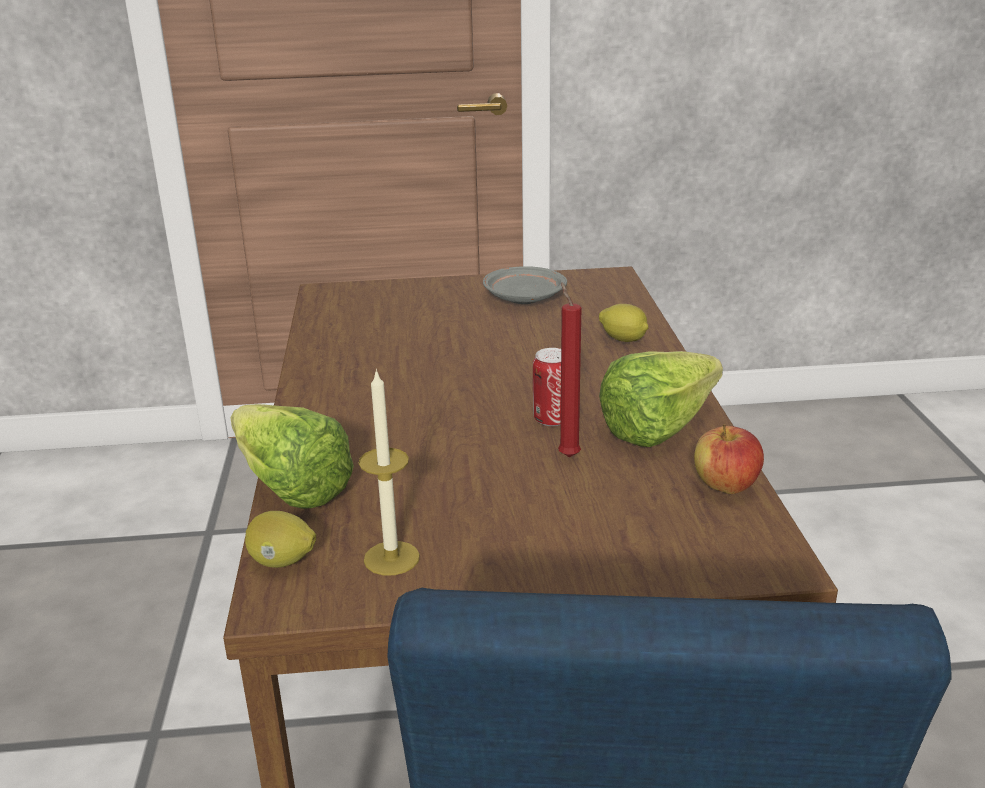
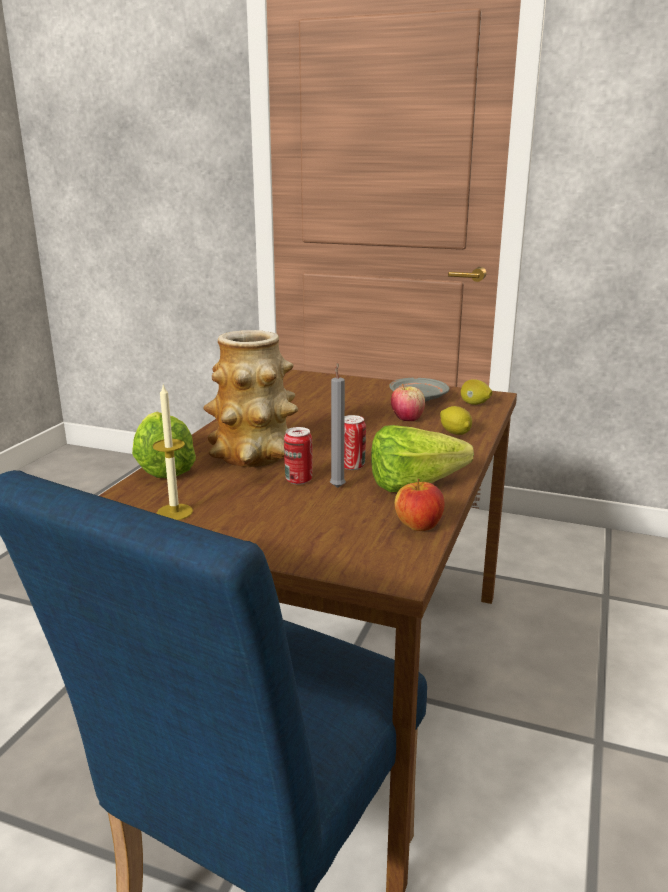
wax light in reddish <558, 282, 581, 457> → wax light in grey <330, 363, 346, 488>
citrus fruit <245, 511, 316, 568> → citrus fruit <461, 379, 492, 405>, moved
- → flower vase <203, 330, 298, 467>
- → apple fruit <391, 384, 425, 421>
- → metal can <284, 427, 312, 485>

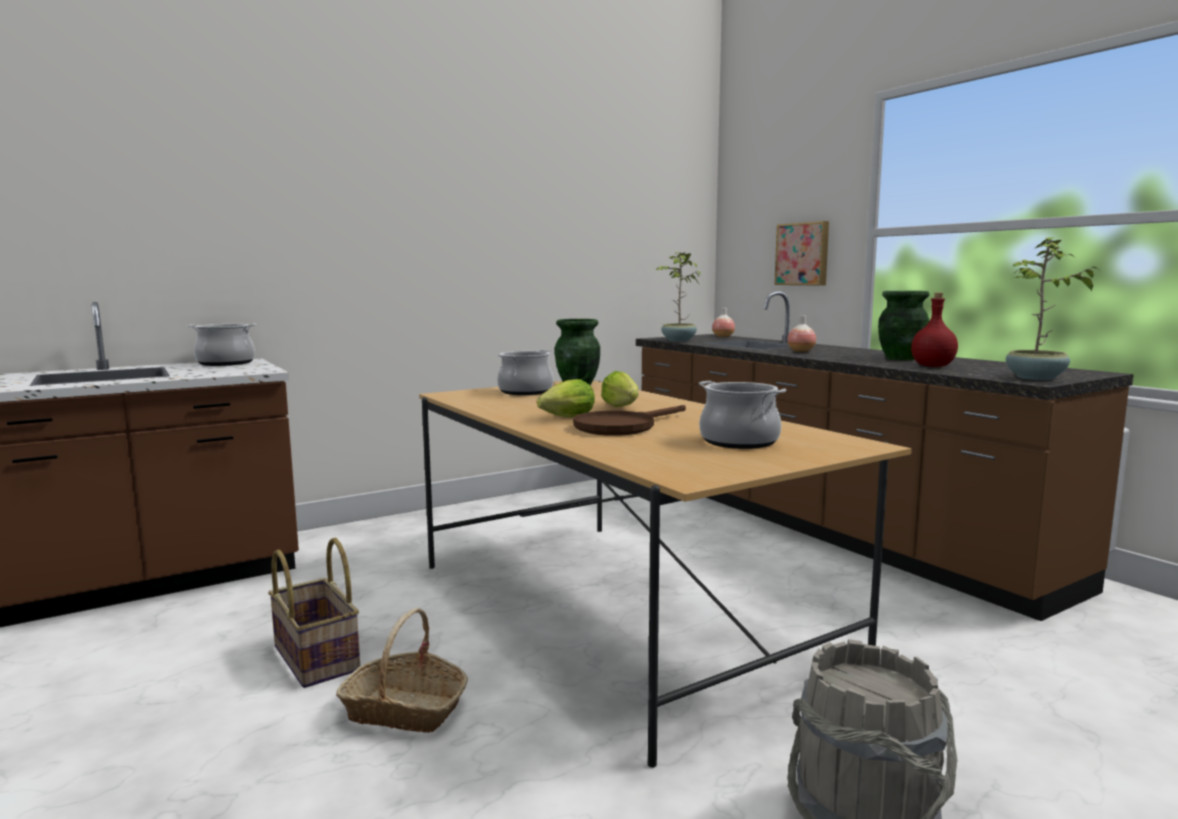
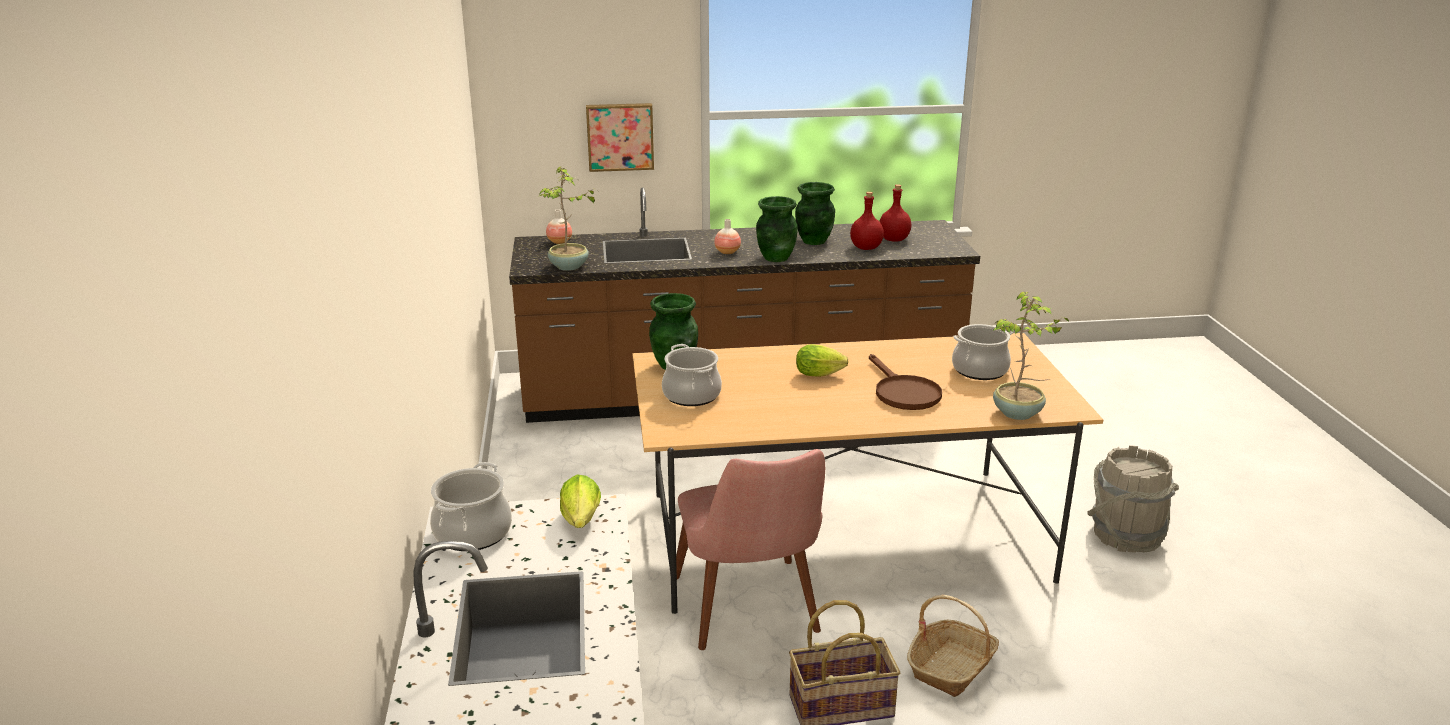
houseplant <1006, 237, 1099, 380> → houseplant <993, 292, 1069, 420>, moved
lettuce <537, 379, 595, 417> → lettuce <560, 474, 601, 528>, moved
- → beverage bottle in reddish <879, 184, 911, 242>
- → flower vase in greenish <756, 196, 798, 262>
- → chair in pink-coloured <676, 449, 825, 650>

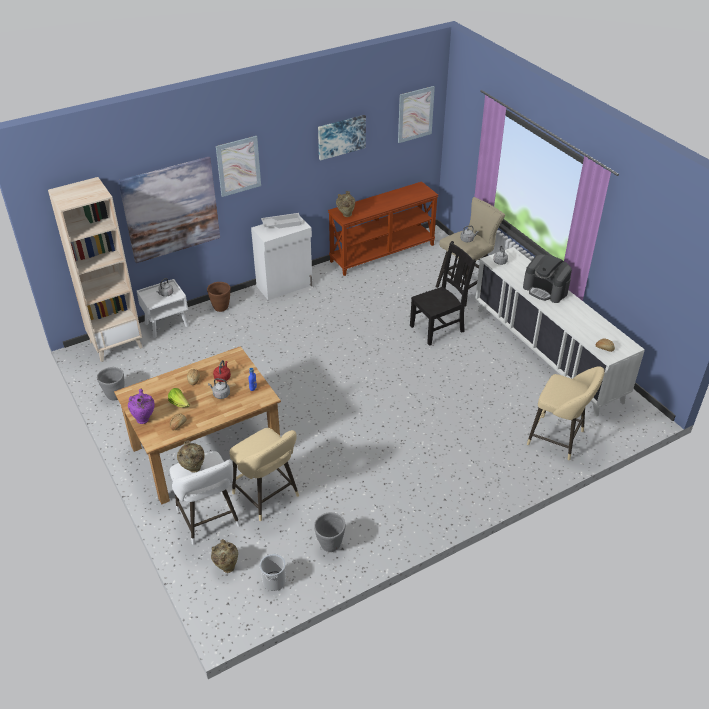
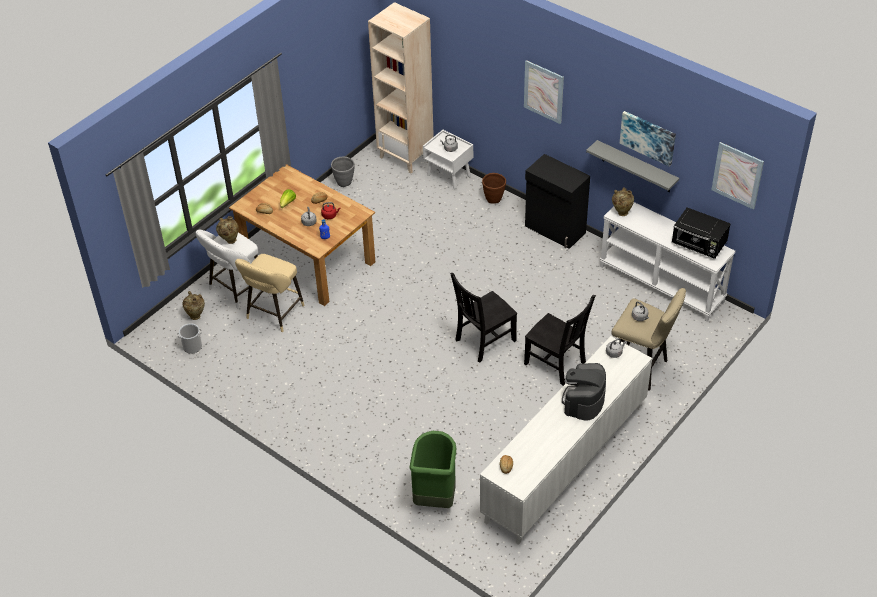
wall art <118, 157, 220, 263> → -
hall table in brown-coloured <328, 182, 438, 276> → hall table in whitish <600, 202, 735, 321>
tray in whitish <261, 213, 302, 228> → -
cupboard in whitish <251, 218, 313, 300> → cupboard in blackish <525, 154, 590, 249>
sitting stool in beige-coloured <527, 366, 605, 460> → rubbish bin in greenish <409, 431, 456, 508>
flower vase in purplish <128, 389, 155, 424> → -
planter in grey <314, 512, 345, 552> → -
- → shelf in grey <586, 140, 679, 192>
- → microwave in blackish <672, 207, 731, 259>
- → chair in blackish <450, 273, 517, 363>

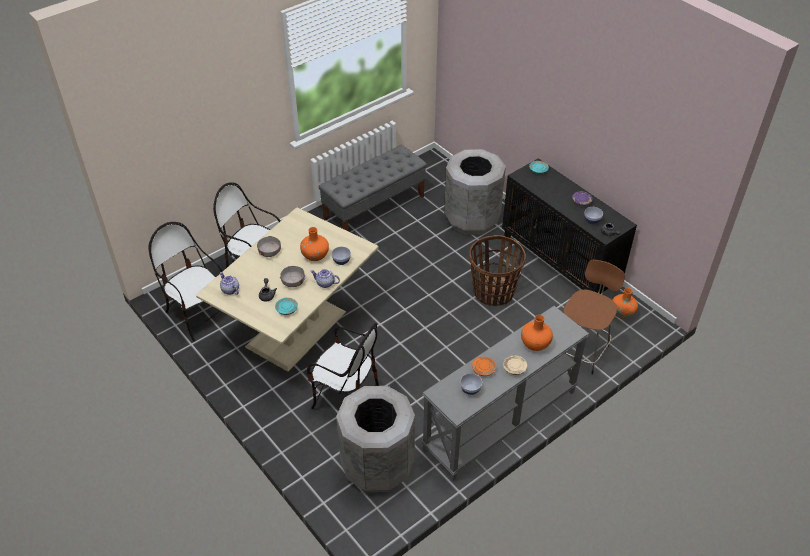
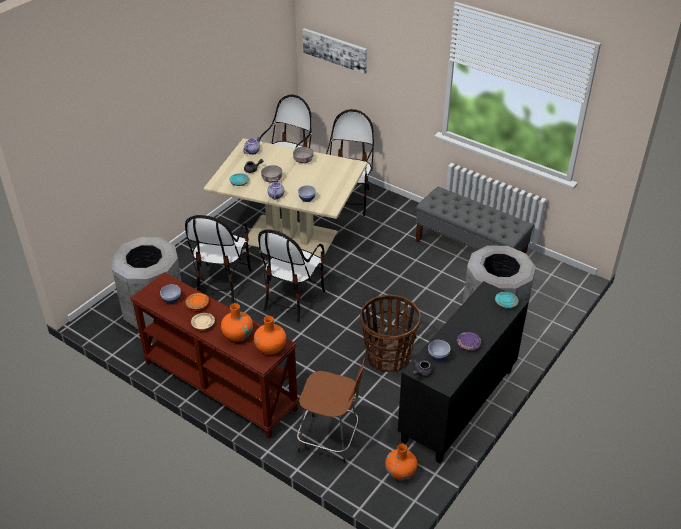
flower vase in orange-coloured <300, 227, 329, 261> → flower vase in orange-coloured <254, 316, 286, 355>, moved
hall table in grey <422, 306, 589, 481> → hall table in brown-coloured <130, 272, 299, 439>
- → wall art <303, 28, 367, 74>
- → chair <258, 230, 325, 322>

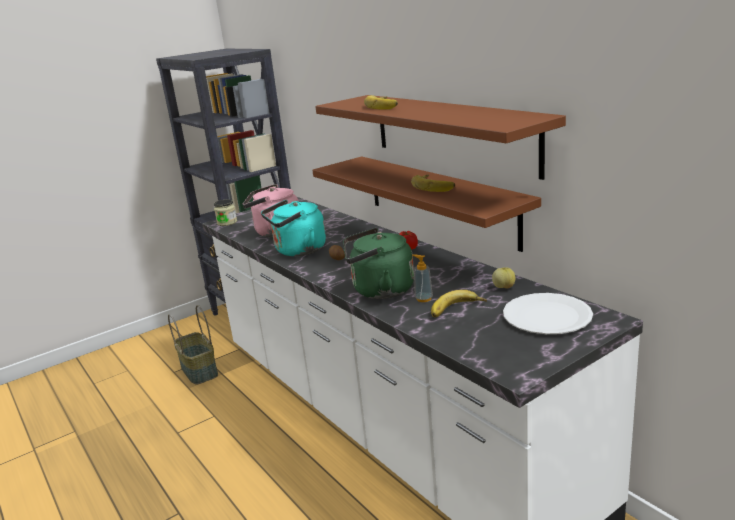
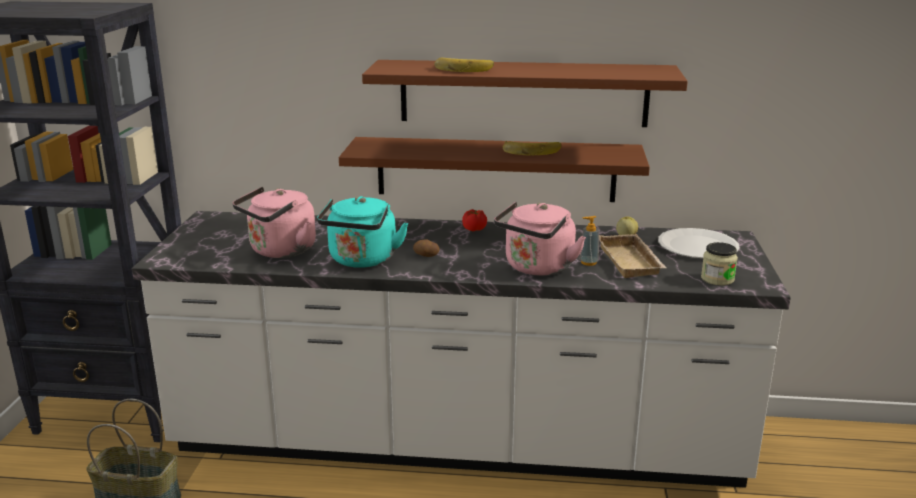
storage jar <214, 199, 237, 226> → storage jar <701, 242, 738, 286>, moved
tea kettle in greenish <343, 228, 414, 299> → tea kettle in pink-coloured <494, 201, 586, 276>
whole banana <431, 290, 487, 317> → tray in beige-coloured <599, 234, 667, 278>

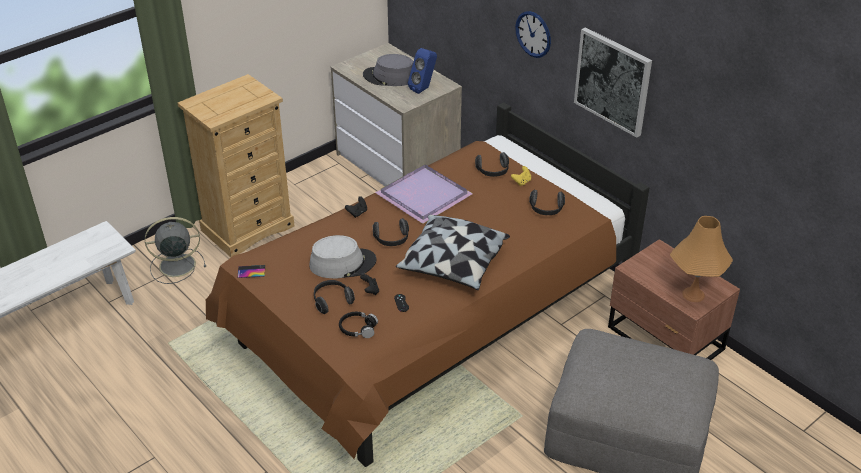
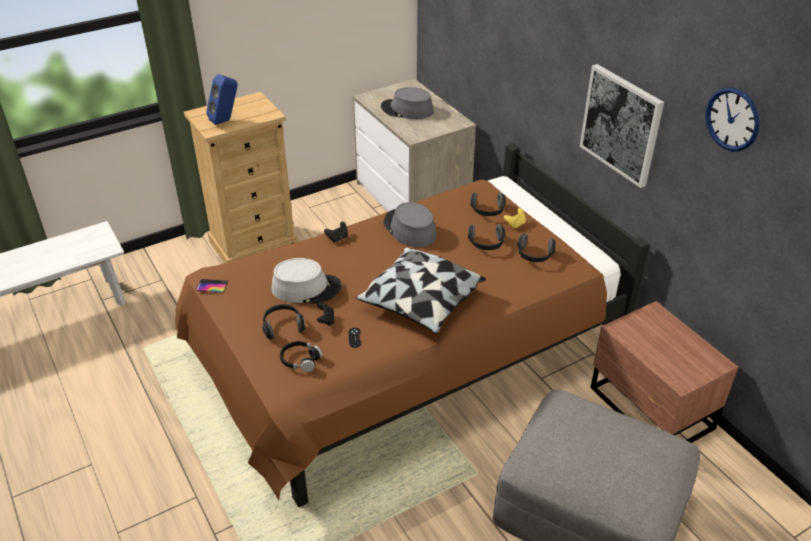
clock on the wall <515, 11, 551, 58> → clock on the wall <705, 88, 760, 151>, moved
speaker in bluish <408, 48, 437, 94> → speaker in bluish <206, 74, 238, 125>, moved
tray in purplish <375, 164, 473, 224> → wearable hat in grey <384, 202, 437, 247>
table lamp in orange-coloured <670, 216, 733, 302> → -
electric fan in grey <145, 217, 206, 284> → -
headset <373, 218, 409, 246> → headset <468, 224, 505, 250>, moved

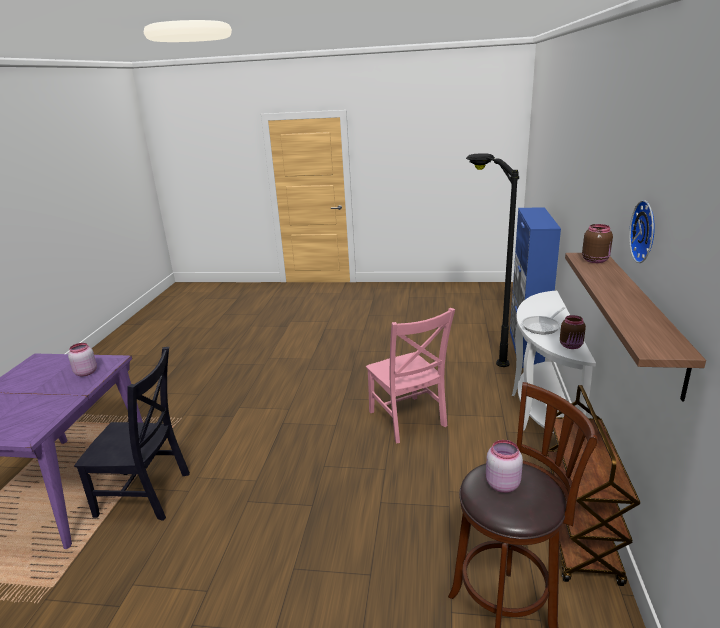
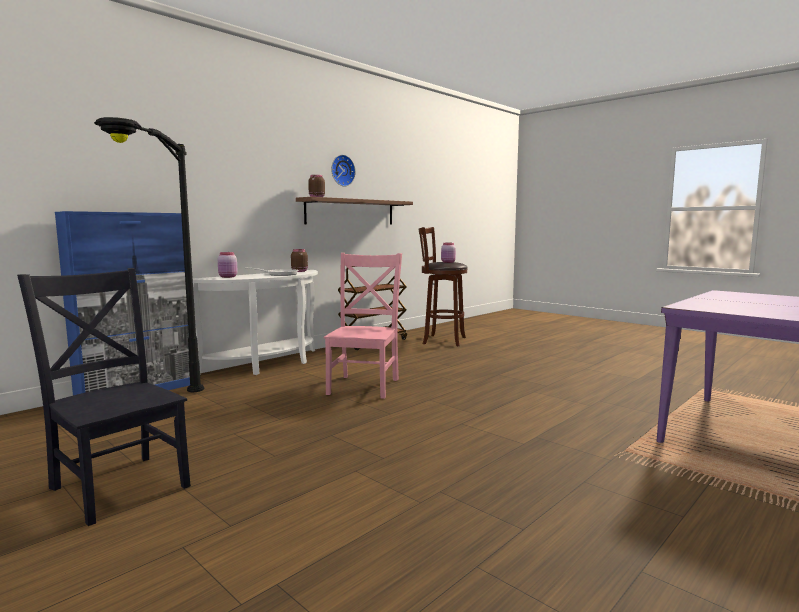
storage jar in pink-coloured <68, 343, 97, 376> → storage jar in pink-coloured <218, 252, 238, 278>, moved
chair in blackish <74, 347, 190, 521> → chair in blackish <17, 268, 191, 526>, moved

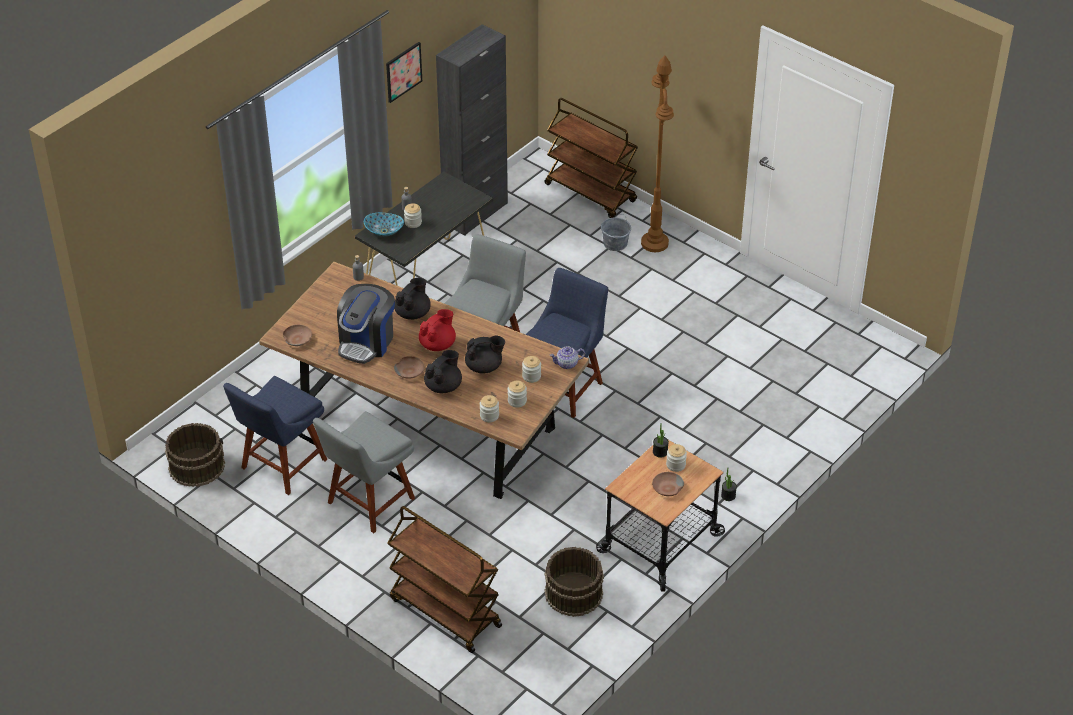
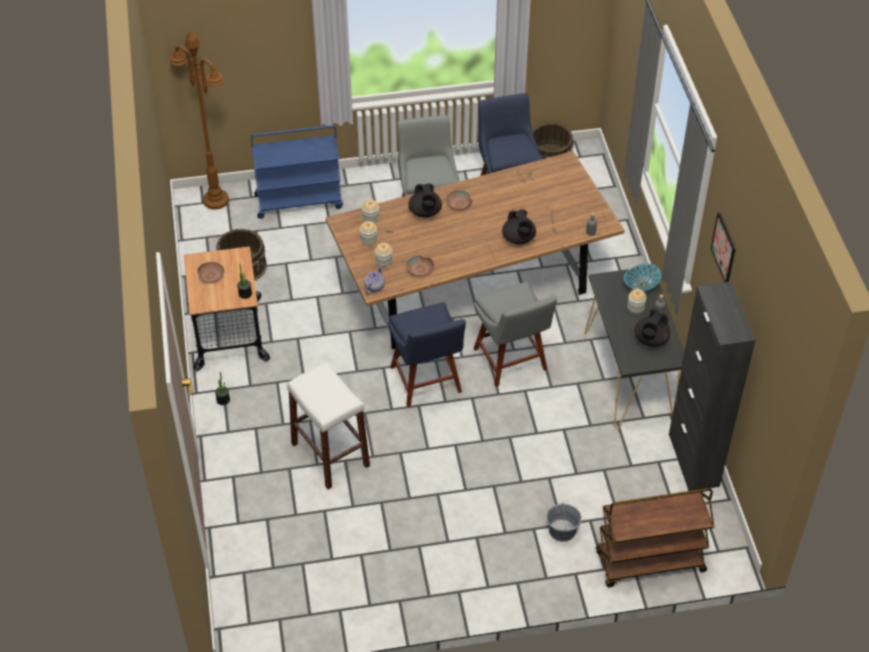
floor lamp in brown-coloured <641, 55, 674, 252> → floor lamp in brown-coloured <170, 30, 229, 210>, moved
coffee machine <337, 284, 395, 364> → -
tea pot in reddish <419, 309, 456, 351> → -
serving bowl in brown-coloured <283, 325, 312, 346> → serving bowl in brown-coloured <406, 255, 434, 276>, moved
tea pot in blackish <465, 335, 505, 374> → tea pot in blackish <634, 309, 670, 346>, moved
storage jar <666, 444, 687, 472> → -
cart in brown-coloured <388, 506, 502, 653> → cart in bluish <251, 125, 343, 219>
- → sitting stool in whitish <287, 362, 370, 489>

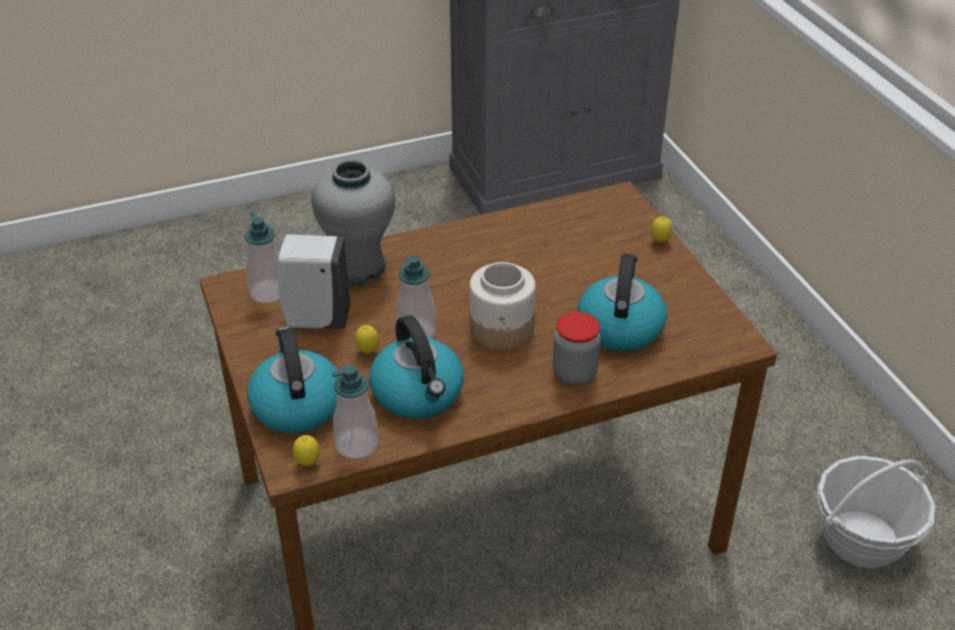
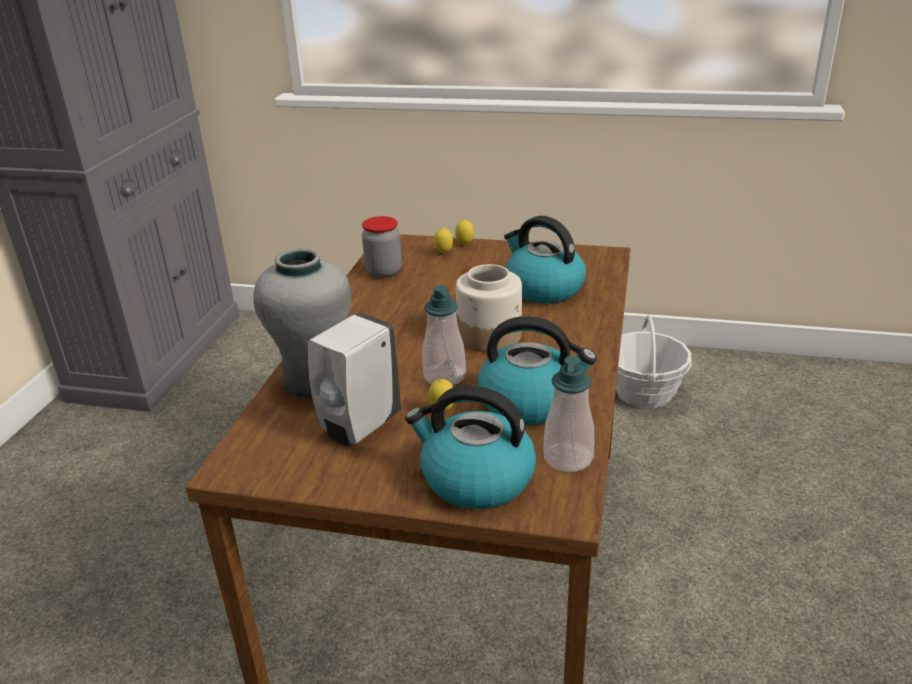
soap dispenser <245, 212, 280, 303> → -
storage jar <553, 312, 601, 385> → storage jar <362, 216, 402, 278>, moved
citrus fruit <293, 435, 320, 466> → citrus fruit <434, 228, 453, 254>, moved

